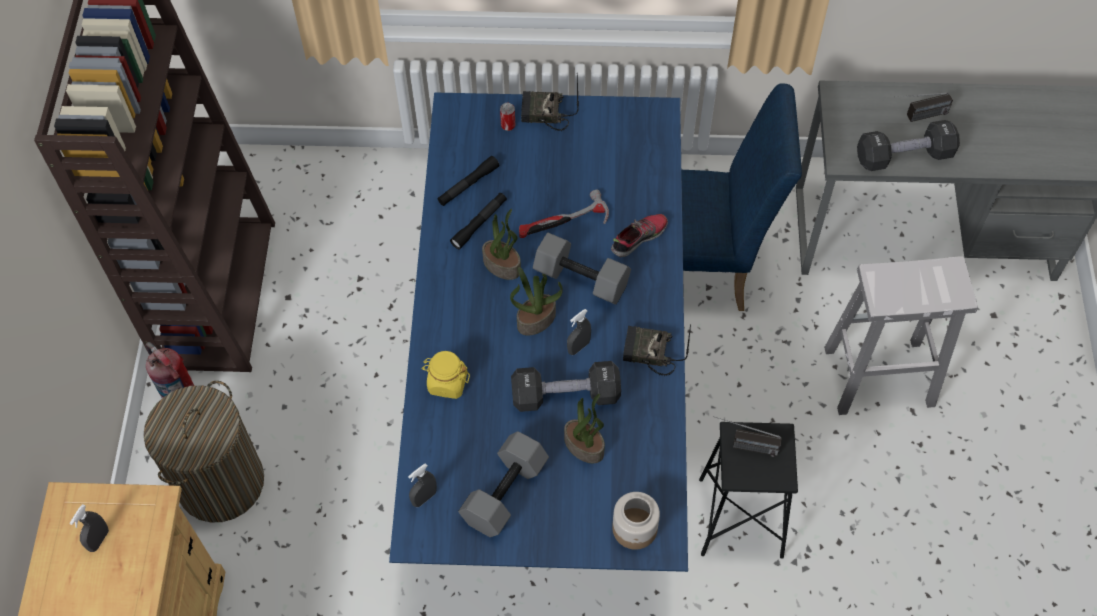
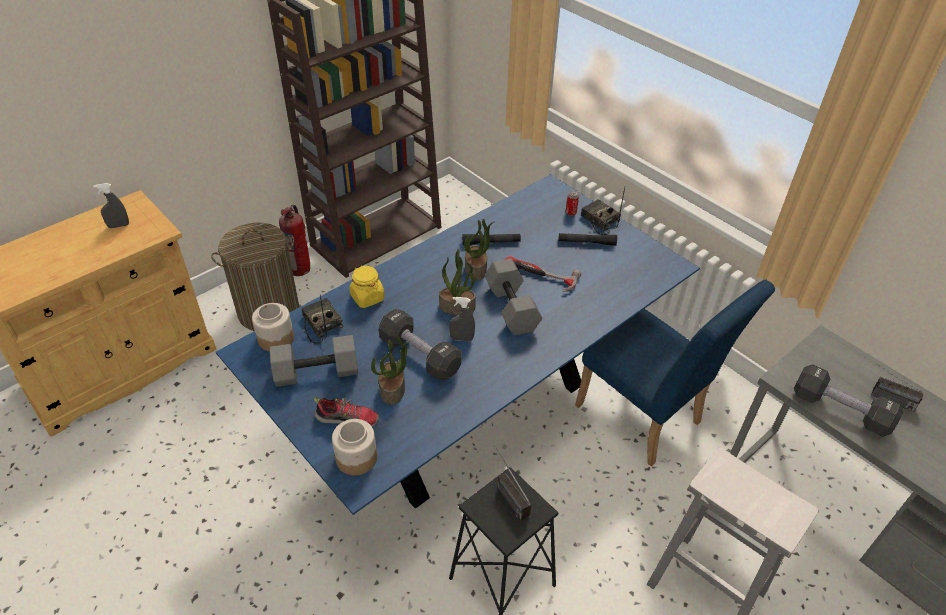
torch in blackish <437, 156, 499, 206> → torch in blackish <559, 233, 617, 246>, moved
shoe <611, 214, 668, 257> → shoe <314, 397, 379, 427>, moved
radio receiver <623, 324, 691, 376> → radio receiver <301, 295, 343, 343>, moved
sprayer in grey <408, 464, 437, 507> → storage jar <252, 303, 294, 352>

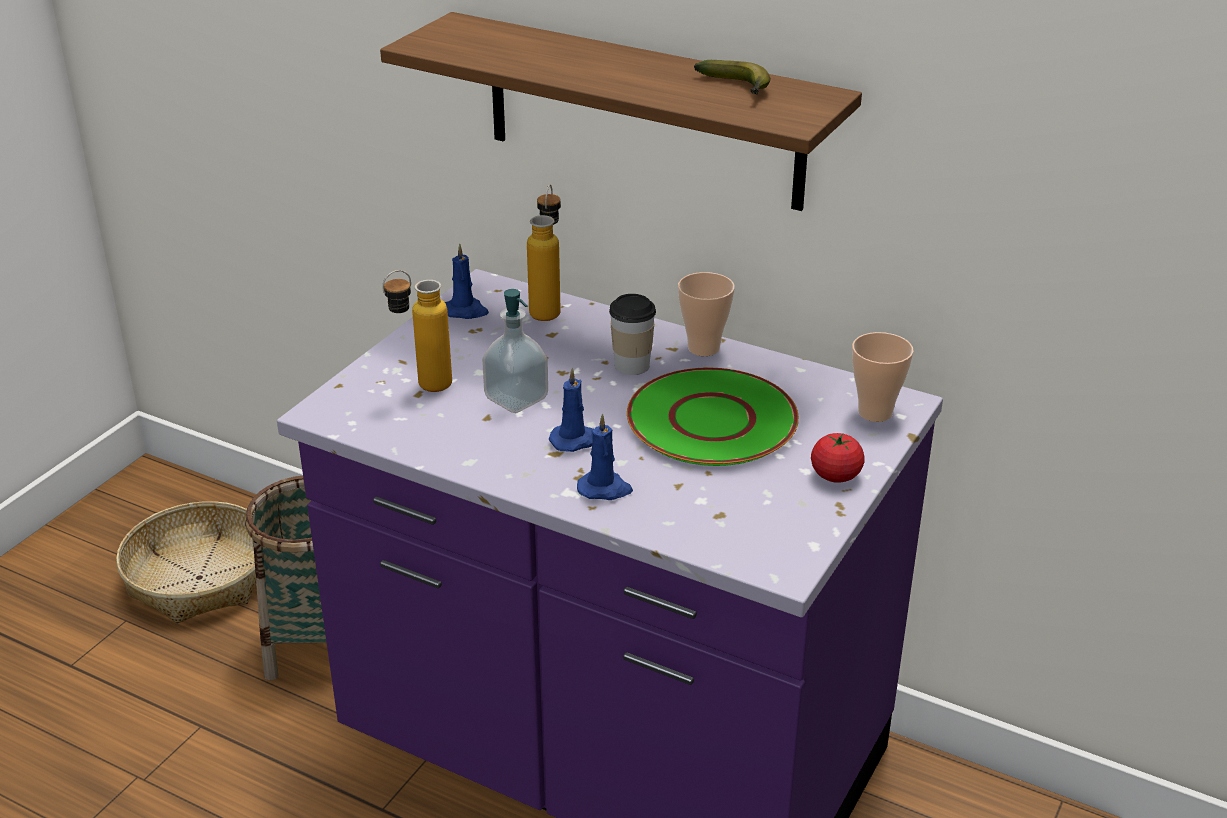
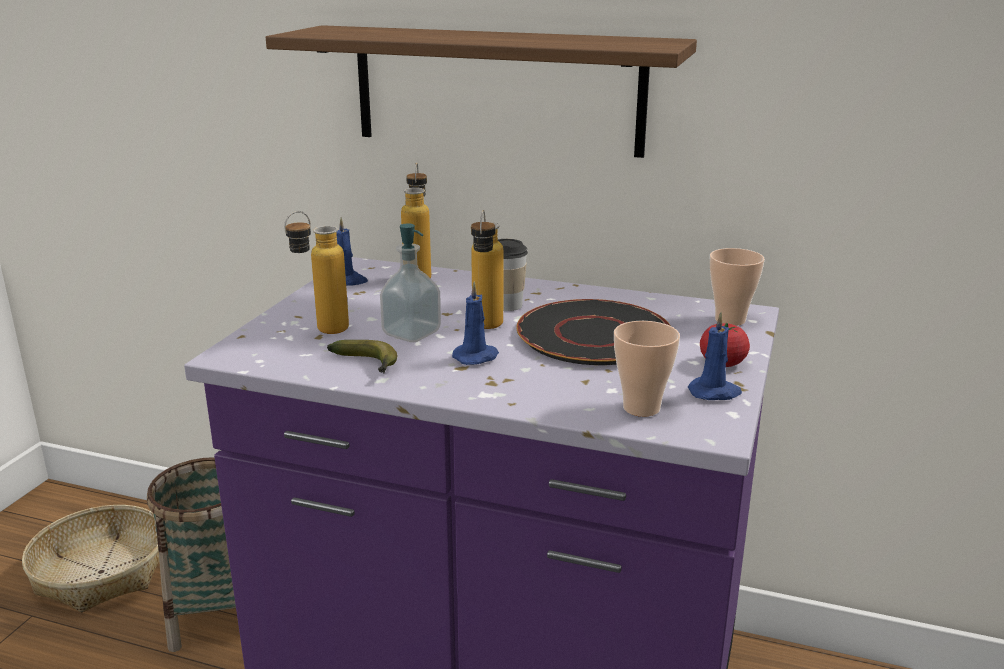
whole banana <694, 60, 770, 95> → whole banana <327, 340, 398, 373>, moved
cup <678, 272, 735, 356> → cup <614, 321, 680, 417>, moved
plate in greenish <627, 368, 799, 466> → plate in blackish <516, 299, 671, 365>
wax light in bluish <577, 414, 633, 500> → wax light in bluish <688, 312, 742, 400>, moved
- → beverage bottle <471, 210, 503, 329>

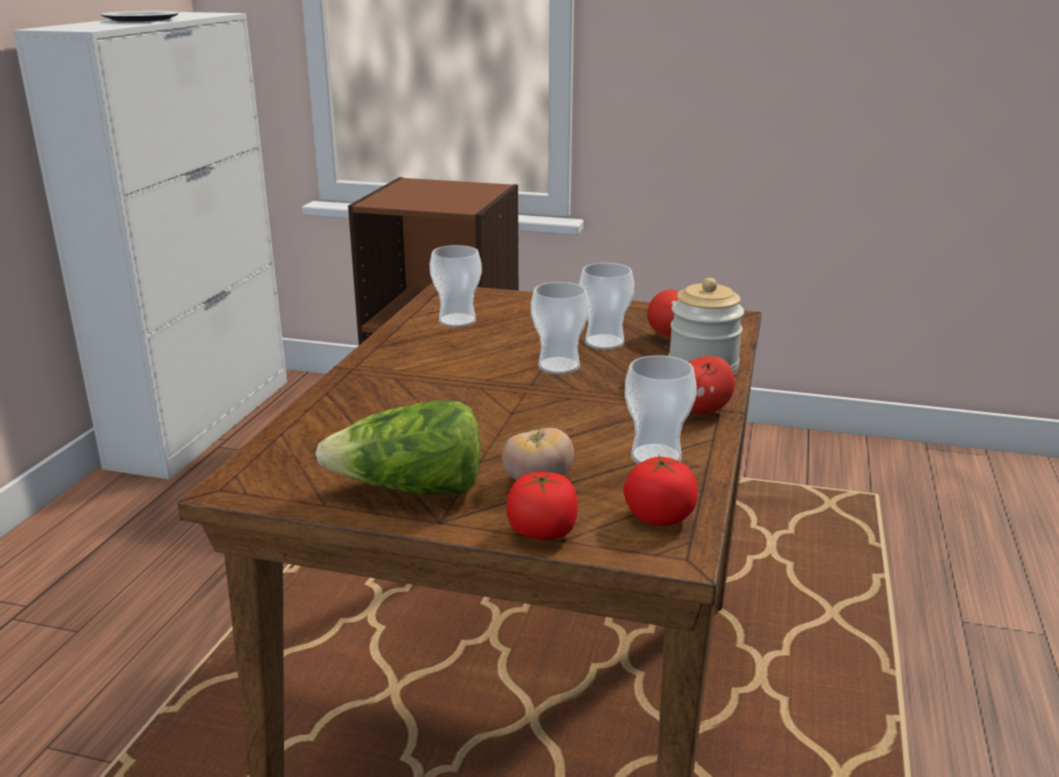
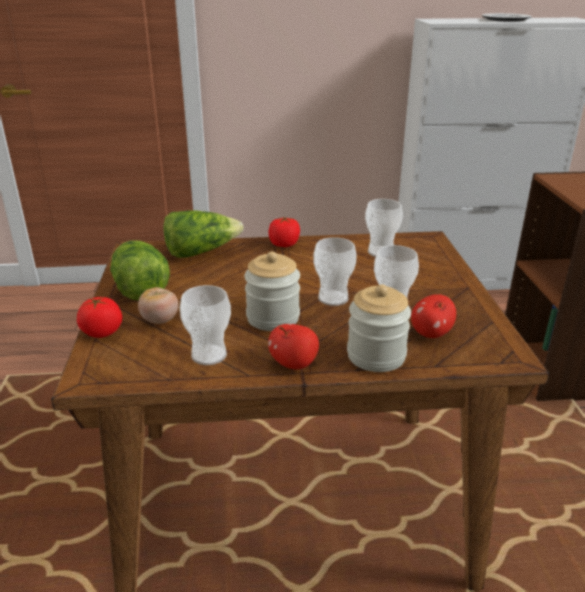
tomato <623, 455, 698, 526> → tomato <268, 217, 300, 247>, moved
- → lettuce <163, 210, 244, 258>
- → storage jar <244, 251, 300, 331>

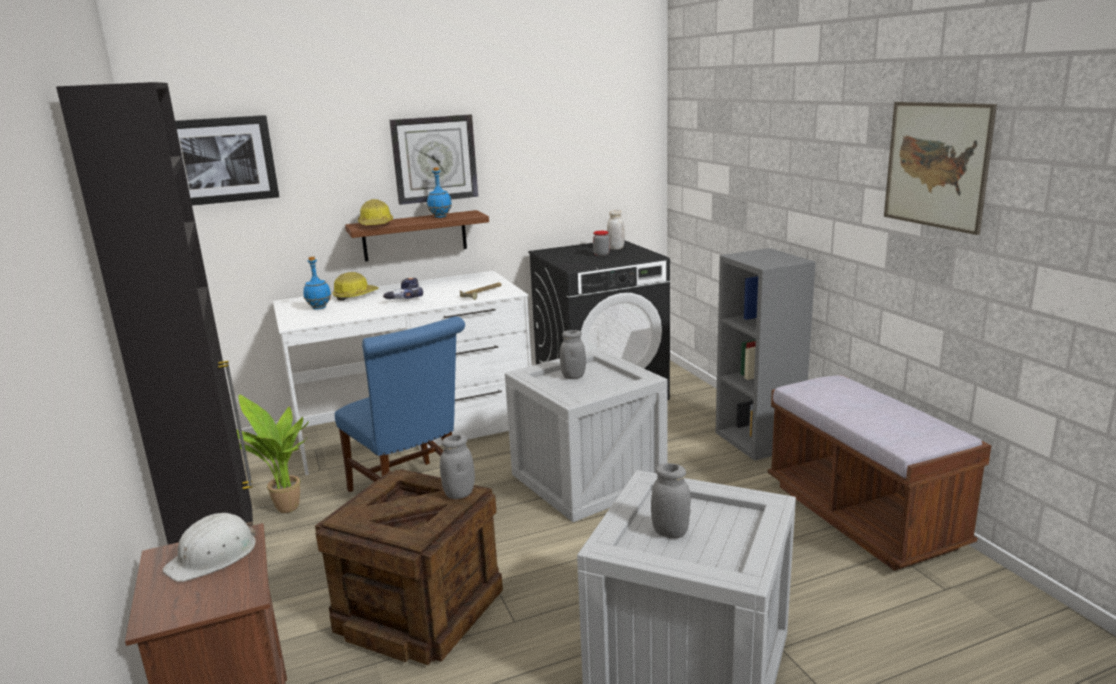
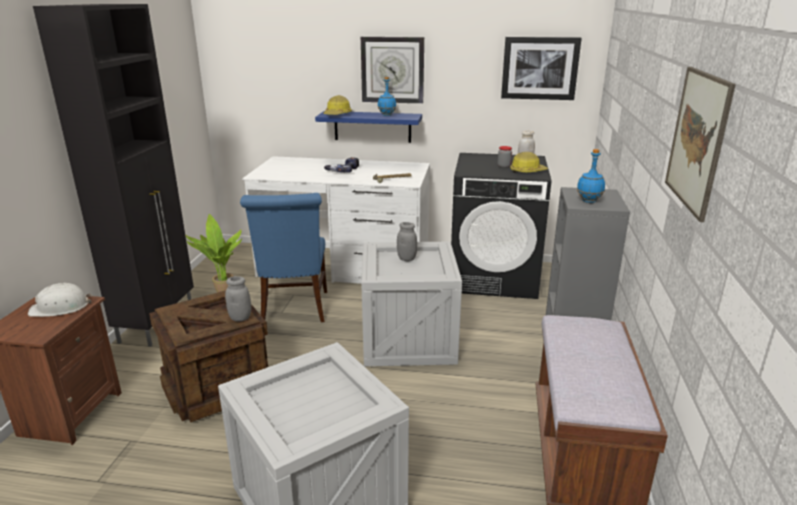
wall art <175, 115, 279, 206> → wall art <501, 37, 582, 100>, moved
shelf in brown-coloured <345, 210, 489, 262> → shelf in bluish <315, 111, 422, 143>
beverage bottle in bluish <303, 256, 331, 310> → beverage bottle in bluish <577, 149, 605, 203>, moved
work helmet <333, 272, 379, 300> → work helmet <510, 152, 548, 174>, moved
storage jar in grey <651, 463, 691, 539> → -

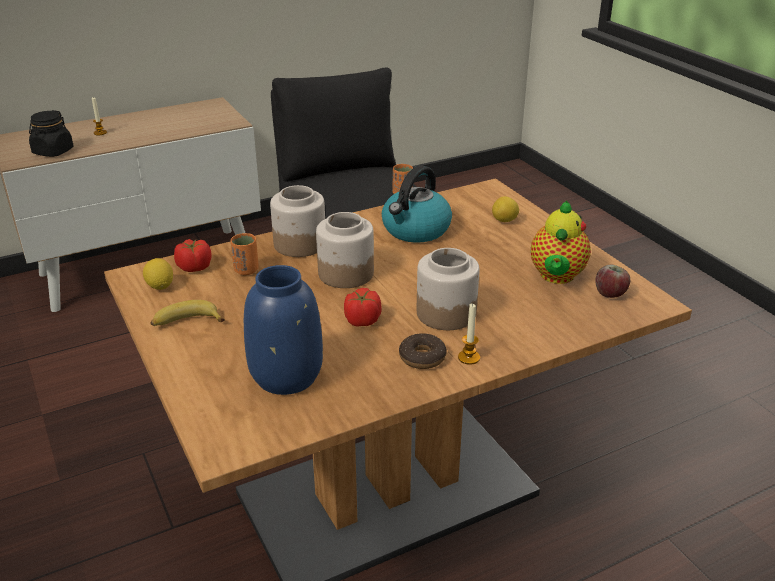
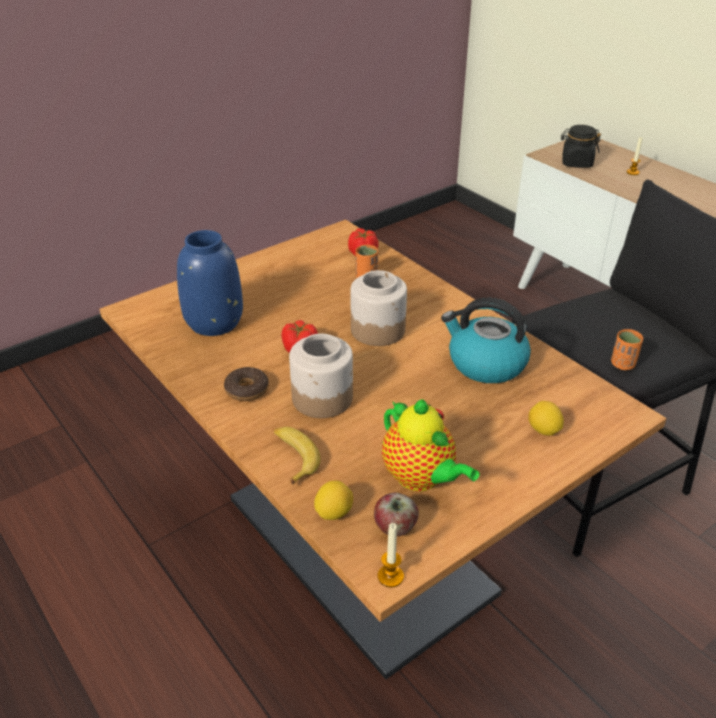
storage jar <270, 185, 325, 257> → -
tea pot <531, 200, 591, 284> → tea pot <382, 399, 480, 491>, 135 degrees counterclockwise
citrus fruit <143, 258, 173, 290> → citrus fruit <314, 480, 353, 520>, moved
whole banana <150, 300, 225, 326> → whole banana <274, 427, 321, 485>, moved
wax light <458, 304, 480, 365> → wax light <377, 523, 404, 588>, moved

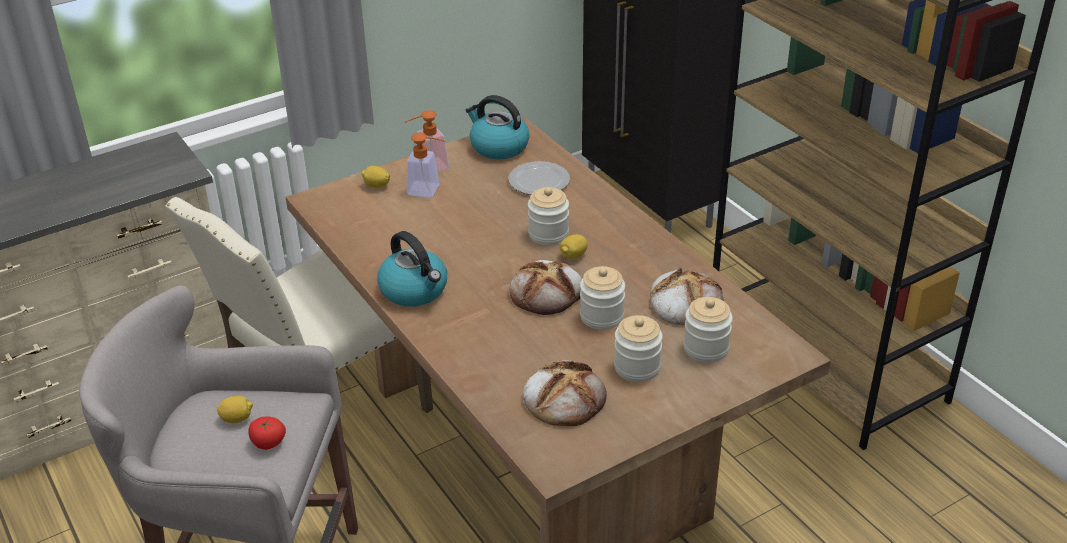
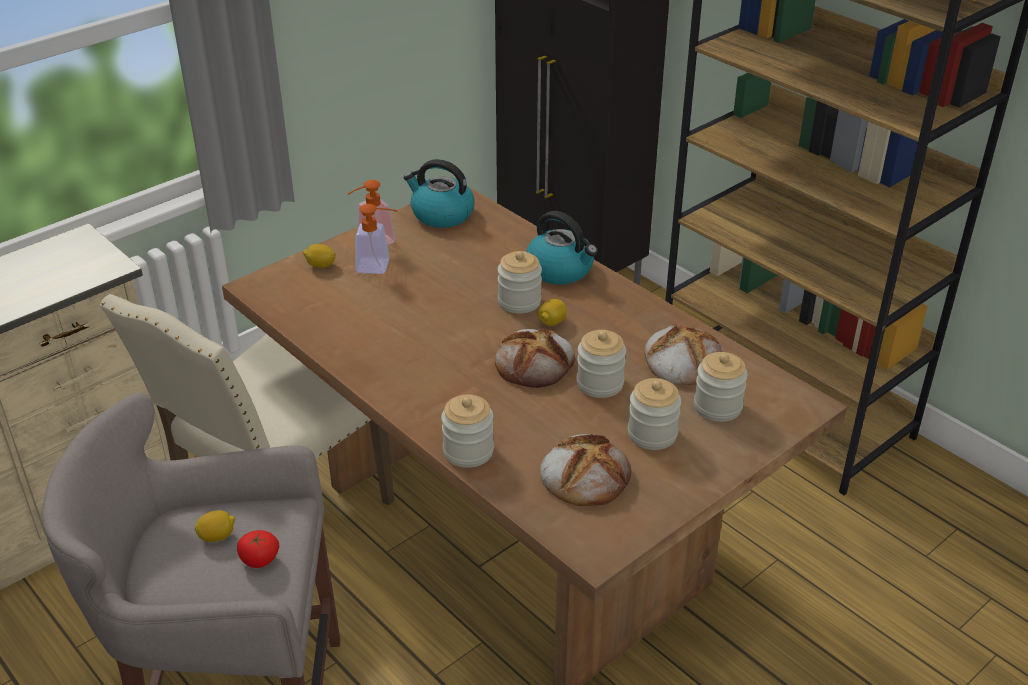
plate <508, 161, 570, 195> → -
tea kettle <377, 231, 447, 307> → tea kettle <526, 211, 598, 284>, moved
- → storage jar <441, 395, 494, 468>

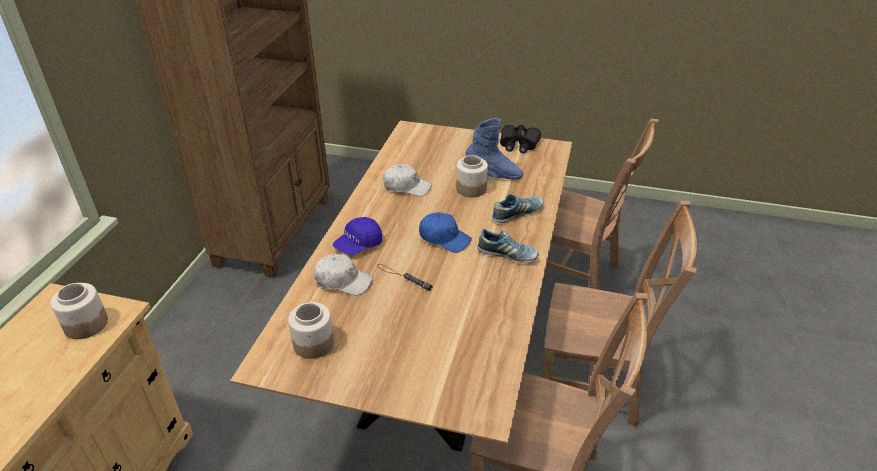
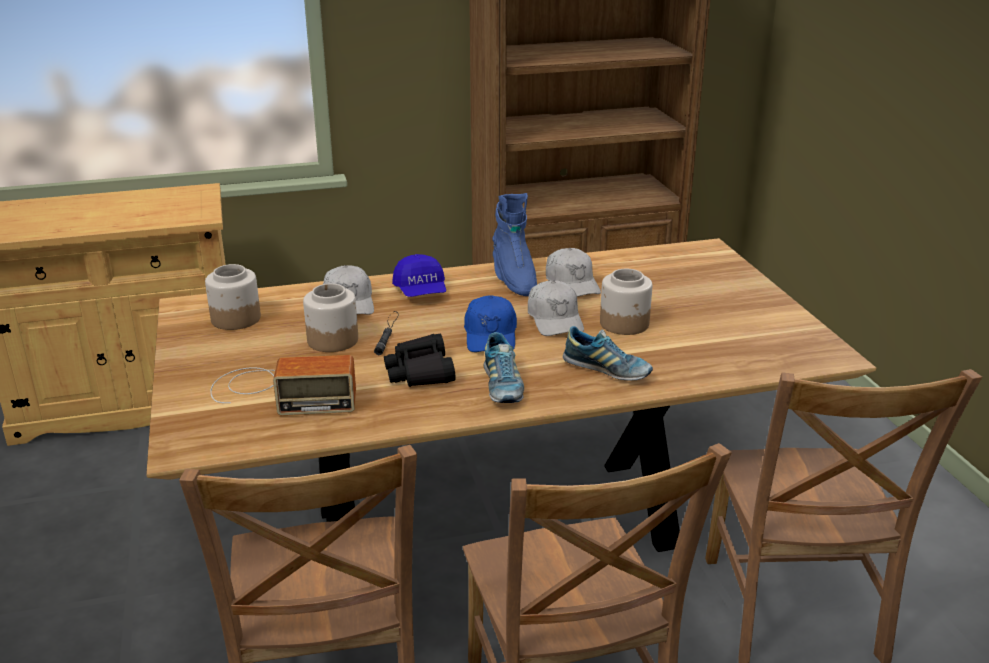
tall boot in bluish <466, 118, 523, 180> → tall boot in bluish <492, 193, 537, 296>, moved
pair of binoculars in blackish <500, 125, 541, 153> → pair of binoculars in blackish <384, 334, 456, 387>, moved
baseball cap in bluish <333, 217, 382, 255> → baseball cap in bluish <392, 254, 446, 297>, 120 degrees counterclockwise
storage jar <51, 283, 108, 339> → storage jar <303, 284, 358, 352>, moved
- → baseball cap in whitish <528, 281, 584, 336>
- → radio receiver <210, 355, 356, 415>

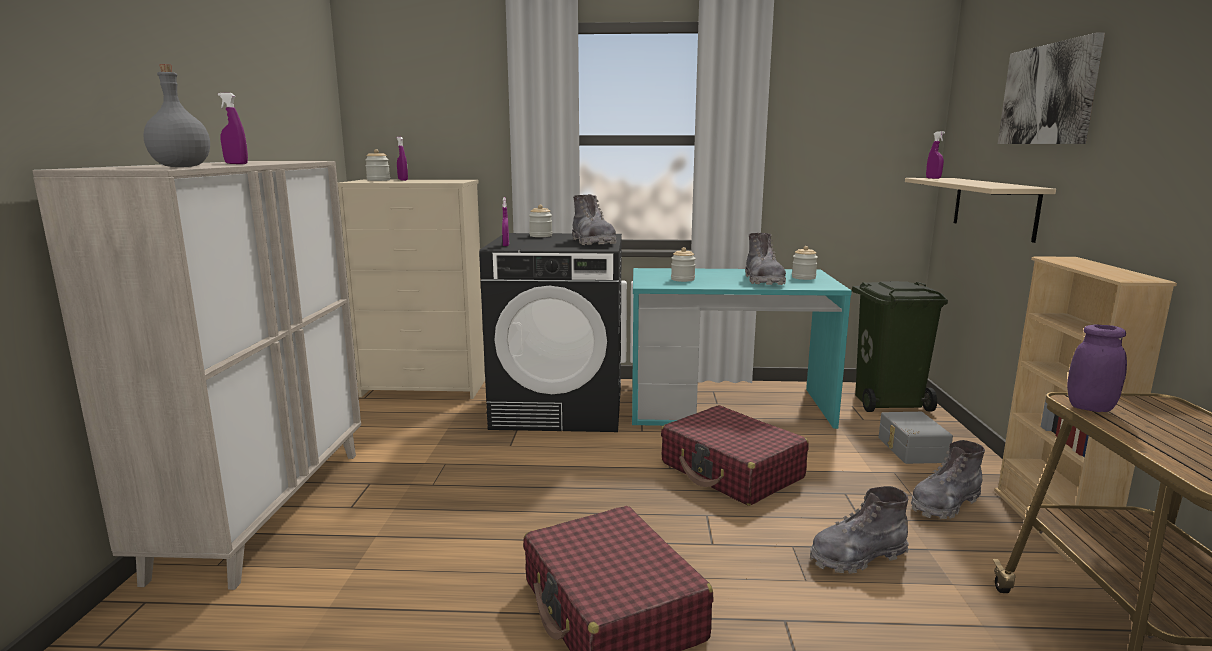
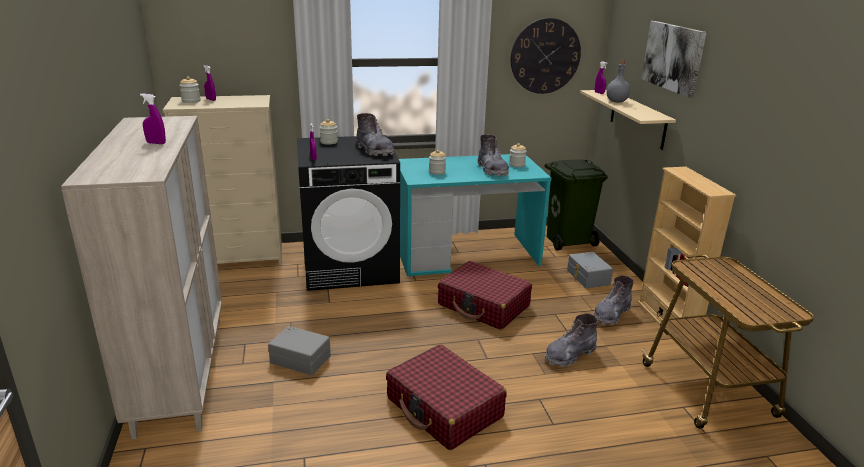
beverage bottle in grey <143, 64, 210, 167> → beverage bottle in grey <606, 61, 630, 102>, moved
storage jar in purplish <1067, 325, 1127, 412> → -
- → clock on the wall <511, 18, 581, 94>
- → storage container in grey <268, 326, 331, 375>

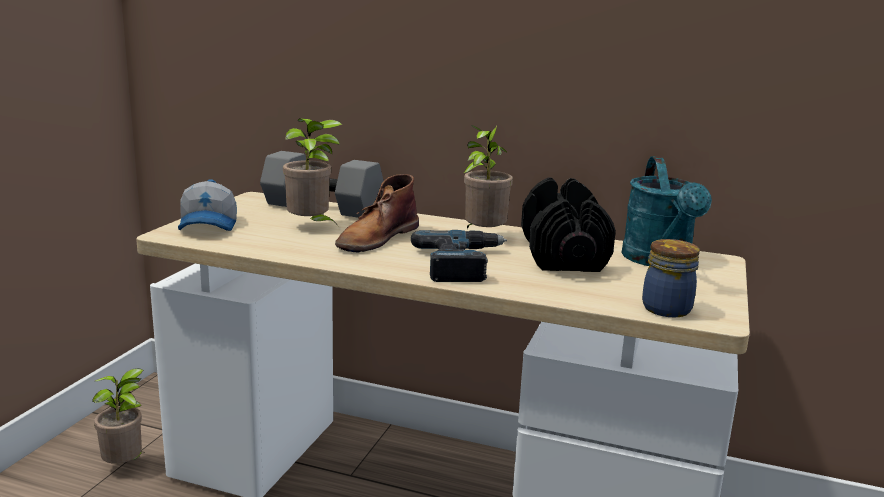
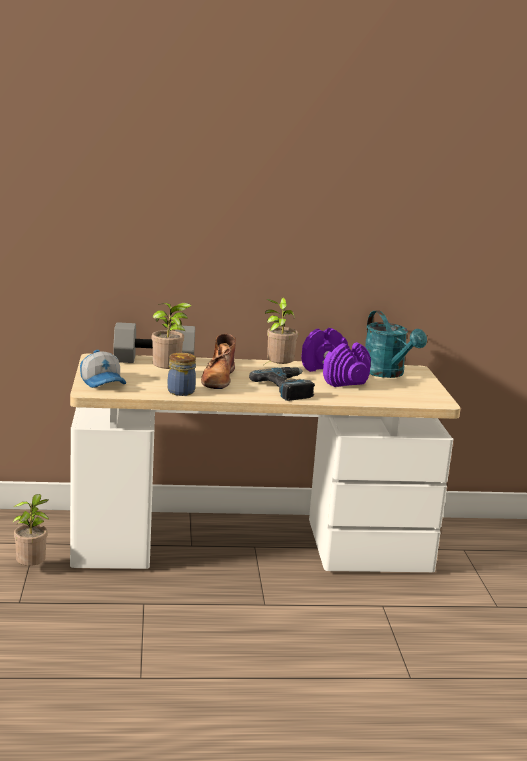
hand weight in blackish <521, 177, 616, 272> → hand weight in purplish <301, 328, 371, 387>
storage jar <642, 239, 700, 318> → storage jar <167, 352, 196, 396>, moved

